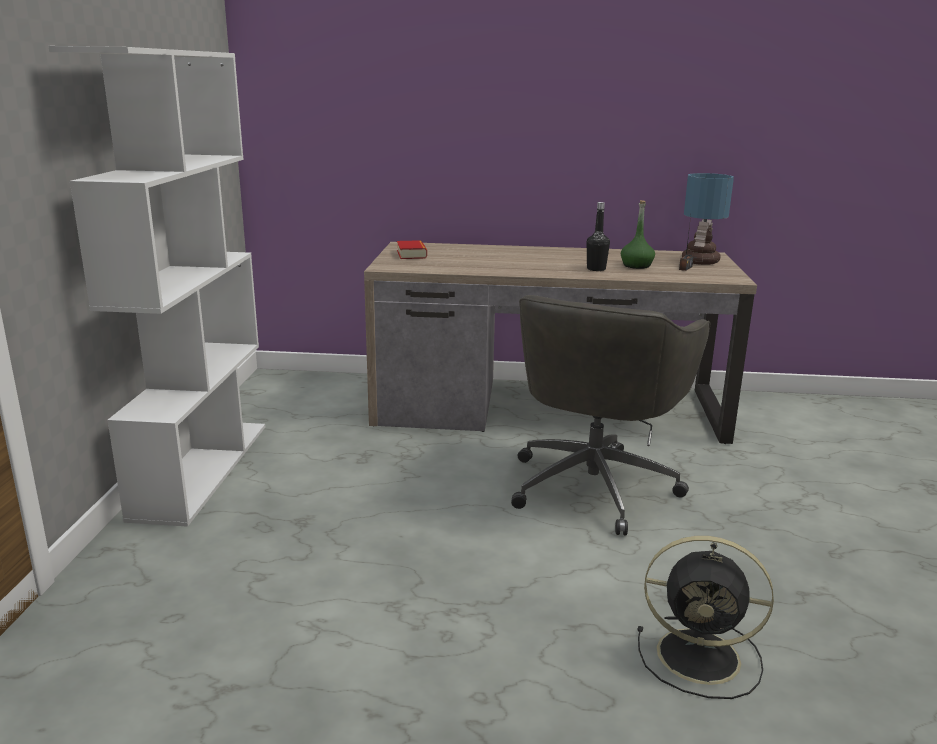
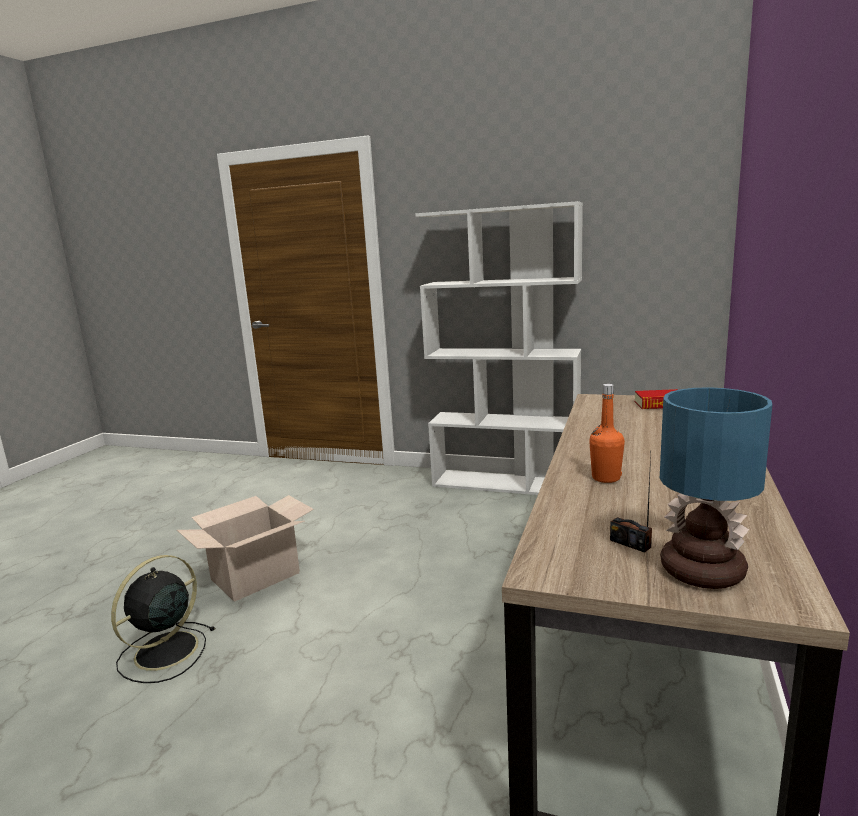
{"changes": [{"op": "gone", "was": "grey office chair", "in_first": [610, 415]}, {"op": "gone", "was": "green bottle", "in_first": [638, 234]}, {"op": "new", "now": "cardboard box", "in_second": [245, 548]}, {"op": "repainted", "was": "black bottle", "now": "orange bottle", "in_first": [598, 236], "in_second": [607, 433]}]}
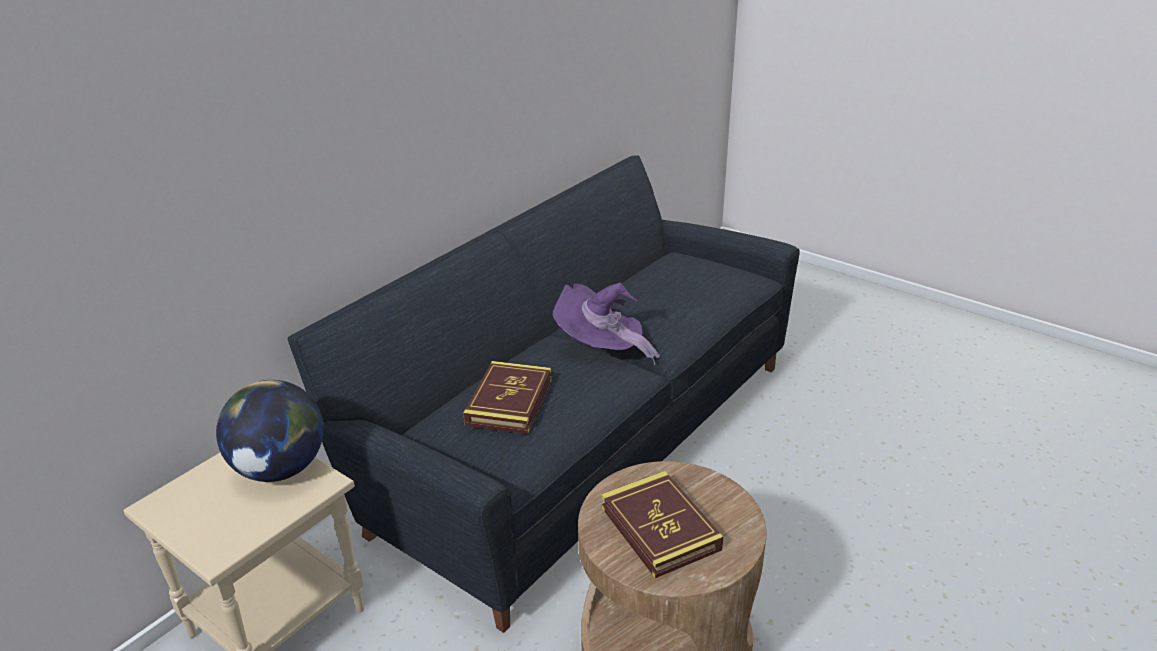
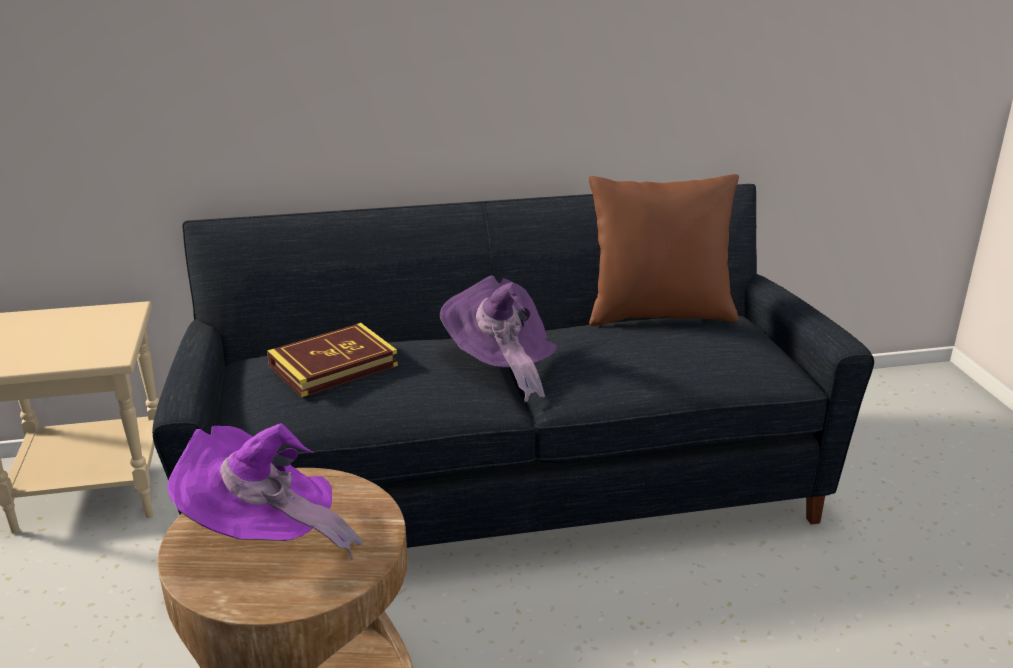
{"changes": [{"op": "gone", "was": "globe", "in_first": [270, 431]}, {"op": "new", "now": "brown pillow", "in_second": [664, 250]}, {"op": "swapped", "was": "book", "now": "purple hat", "in_first": [662, 524], "in_second": [265, 492]}]}
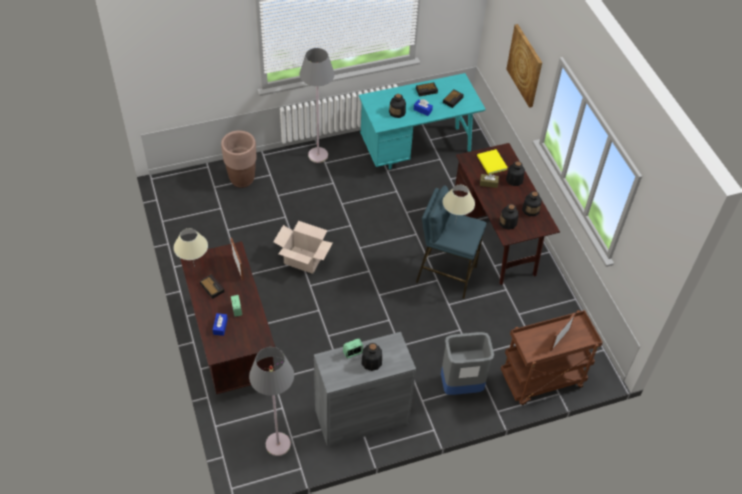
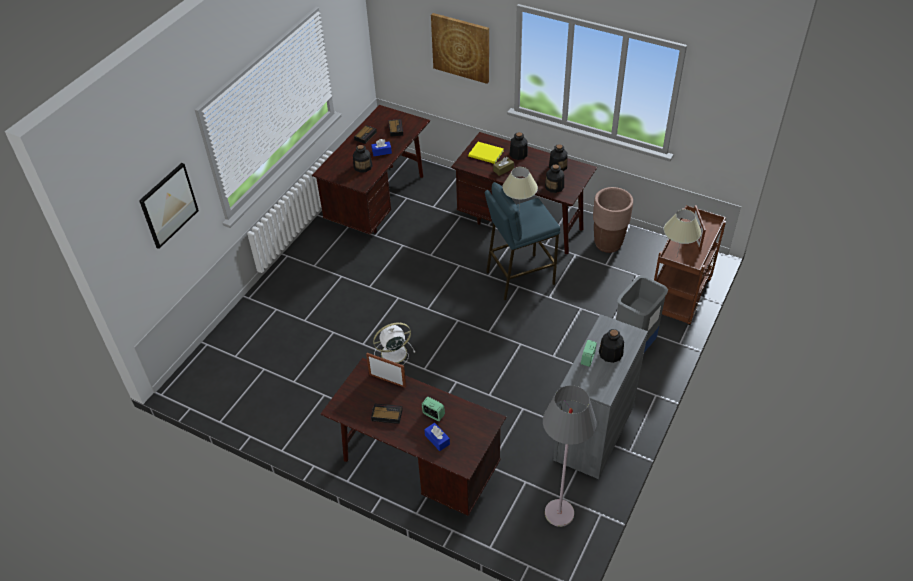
{"changes": [{"op": "gone", "was": "grey floor lamp", "in_first": [317, 105]}, {"op": "new", "now": "picture", "in_second": [169, 206]}, {"op": "shifted", "was": "beige table lamp", "in_first": [190, 248], "in_second": [682, 232]}, {"op": "shifted", "was": "brown planter", "in_first": [239, 159], "in_second": [613, 220]}, {"op": "swapped", "was": "cardboard box", "now": "white fan", "in_first": [303, 247], "in_second": [394, 344]}, {"op": "repainted", "was": "turquoise desk", "now": "brown desk", "in_first": [422, 121], "in_second": [371, 170]}]}
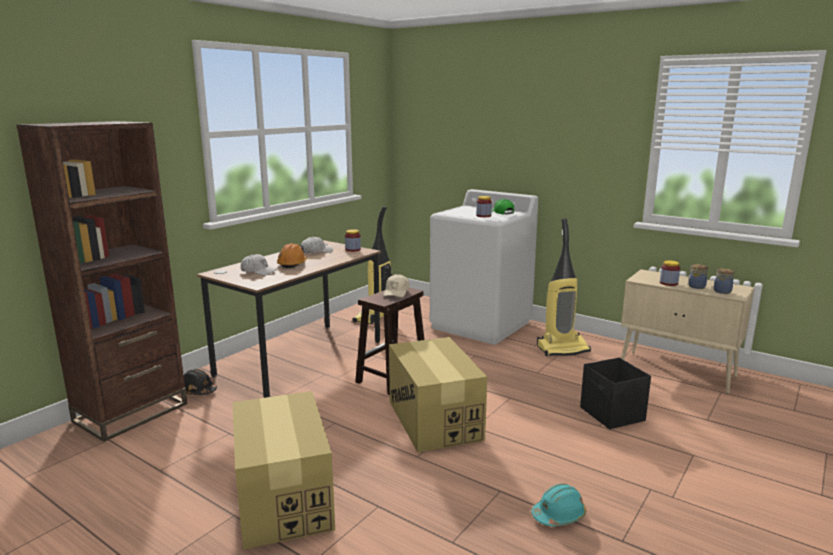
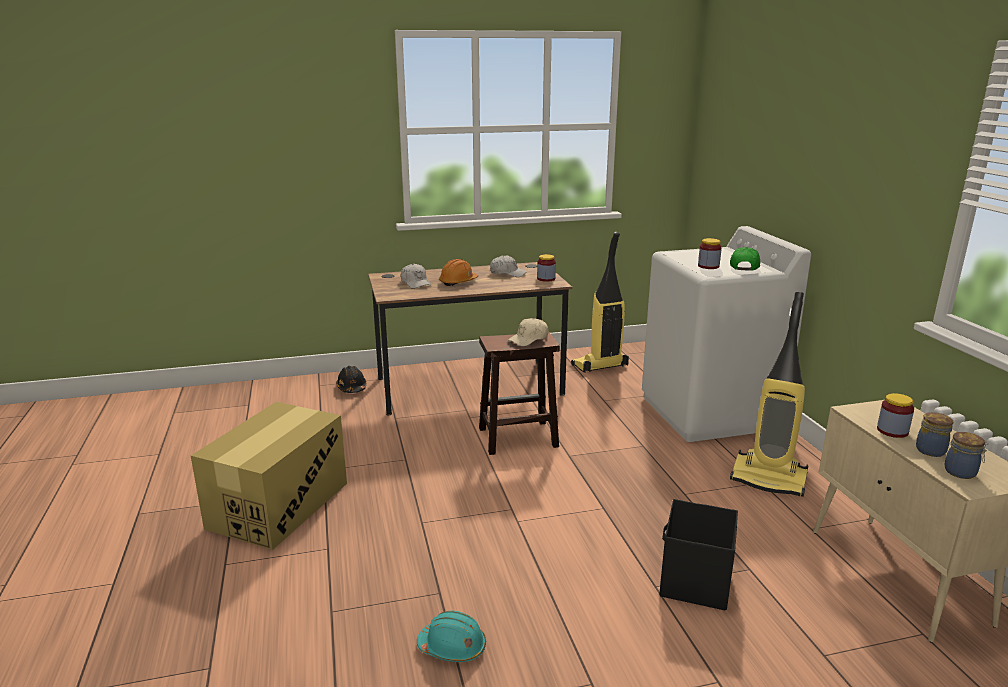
{"changes": [{"op": "gone", "was": "brown bookcase", "in_first": [101, 281]}, {"op": "gone", "was": "cardboard box", "in_first": [438, 395]}]}
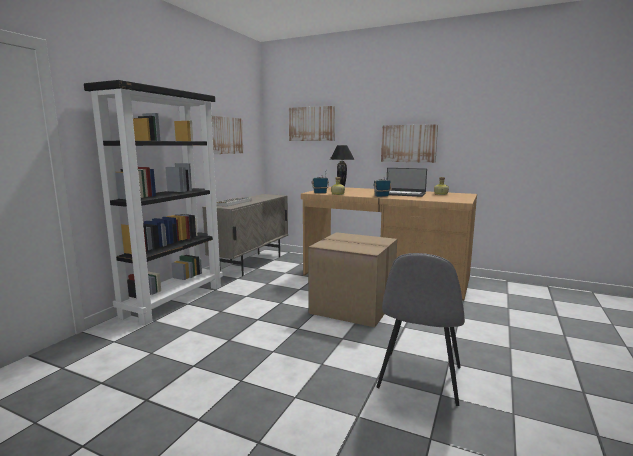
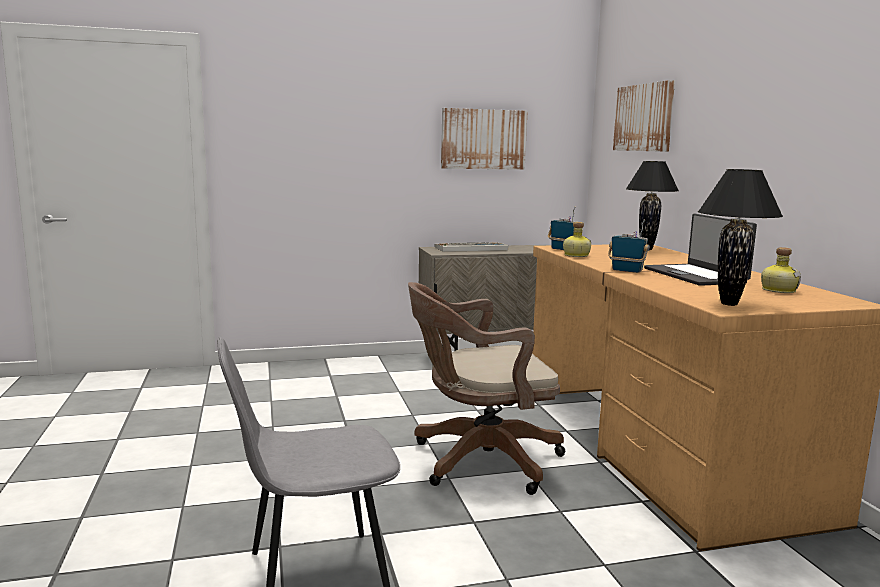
{"changes": [{"op": "gone", "was": "black bookcase", "in_first": [153, 203]}, {"op": "gone", "was": "picture", "in_first": [409, 143]}, {"op": "new", "now": "black table lamp", "in_second": [740, 237]}, {"op": "swapped", "was": "cardboard box", "now": "brown office chair", "in_first": [352, 279], "in_second": [486, 388]}]}
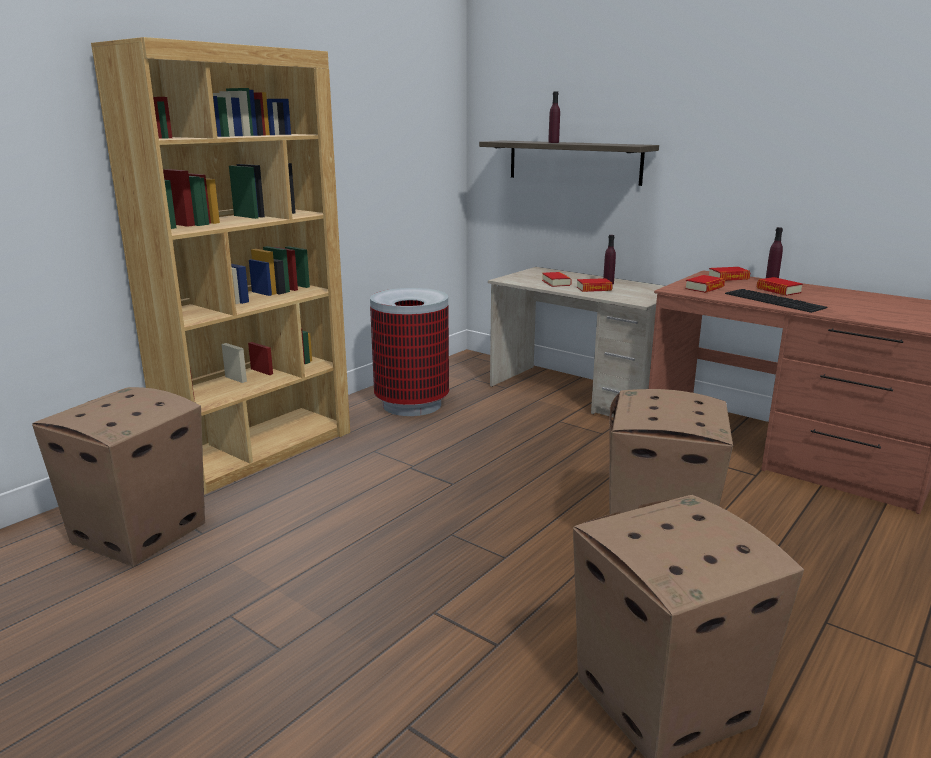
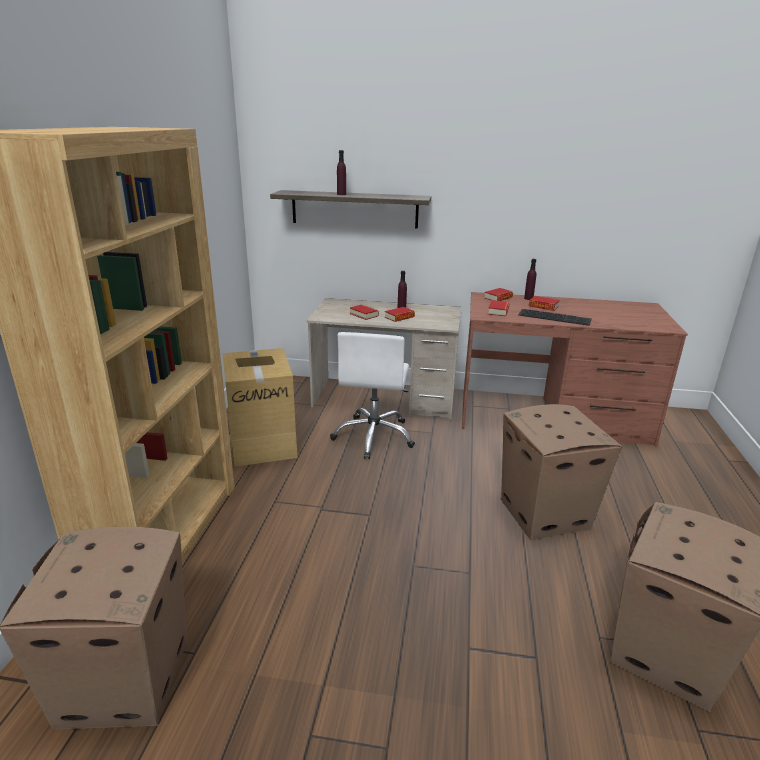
{"changes": [{"op": "new", "now": "white office chair", "in_second": [372, 395]}, {"op": "swapped", "was": "trash can", "now": "cardboard box", "in_first": [409, 352], "in_second": [261, 407]}]}
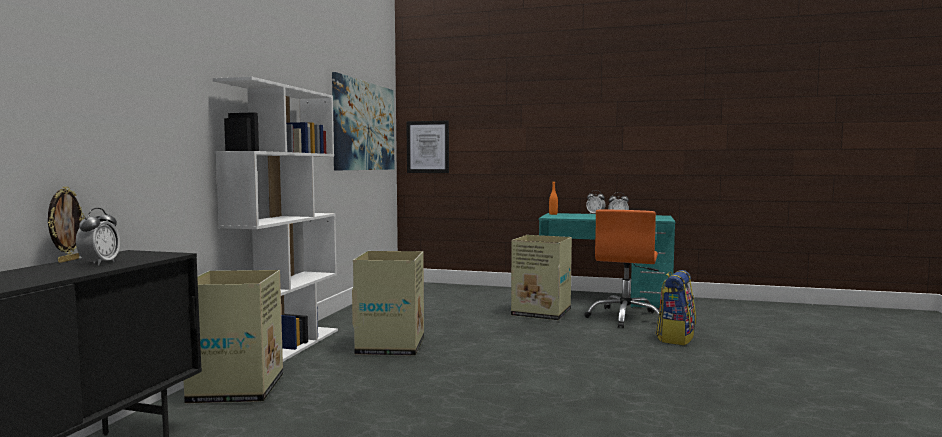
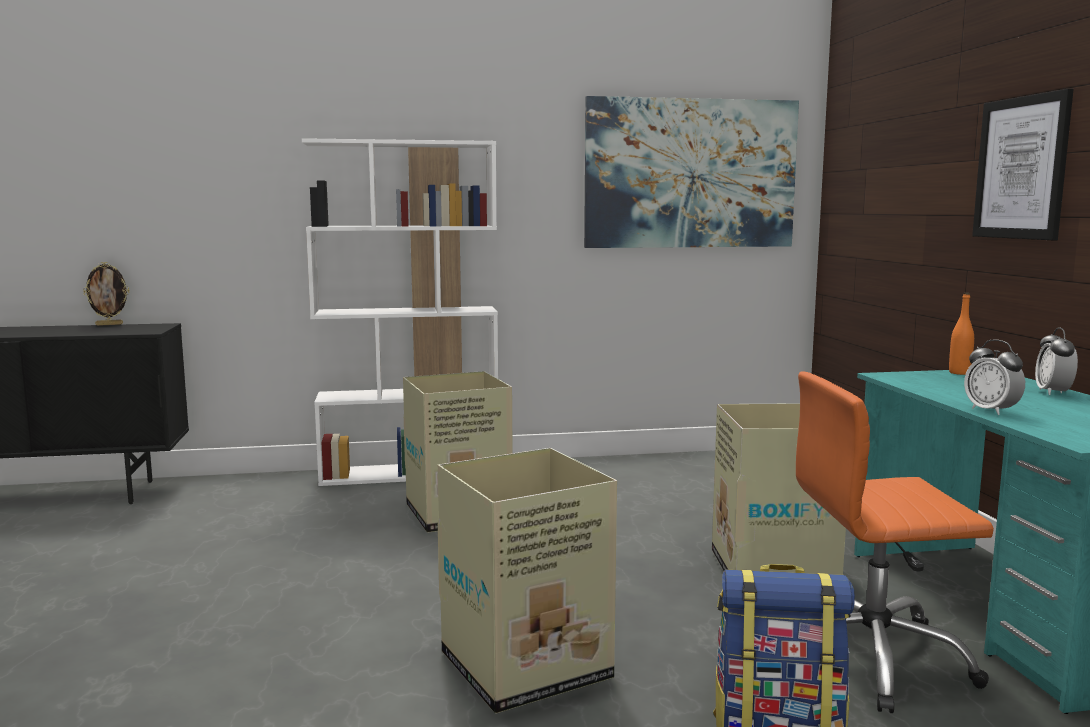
{"changes": [{"op": "gone", "was": "alarm clock", "in_first": [98, 237]}, {"op": "shifted", "was": "cardboard box", "in_first": [233, 337], "in_second": [527, 581]}, {"op": "shifted", "was": "picture", "in_first": [427, 147], "in_second": [1022, 164]}]}
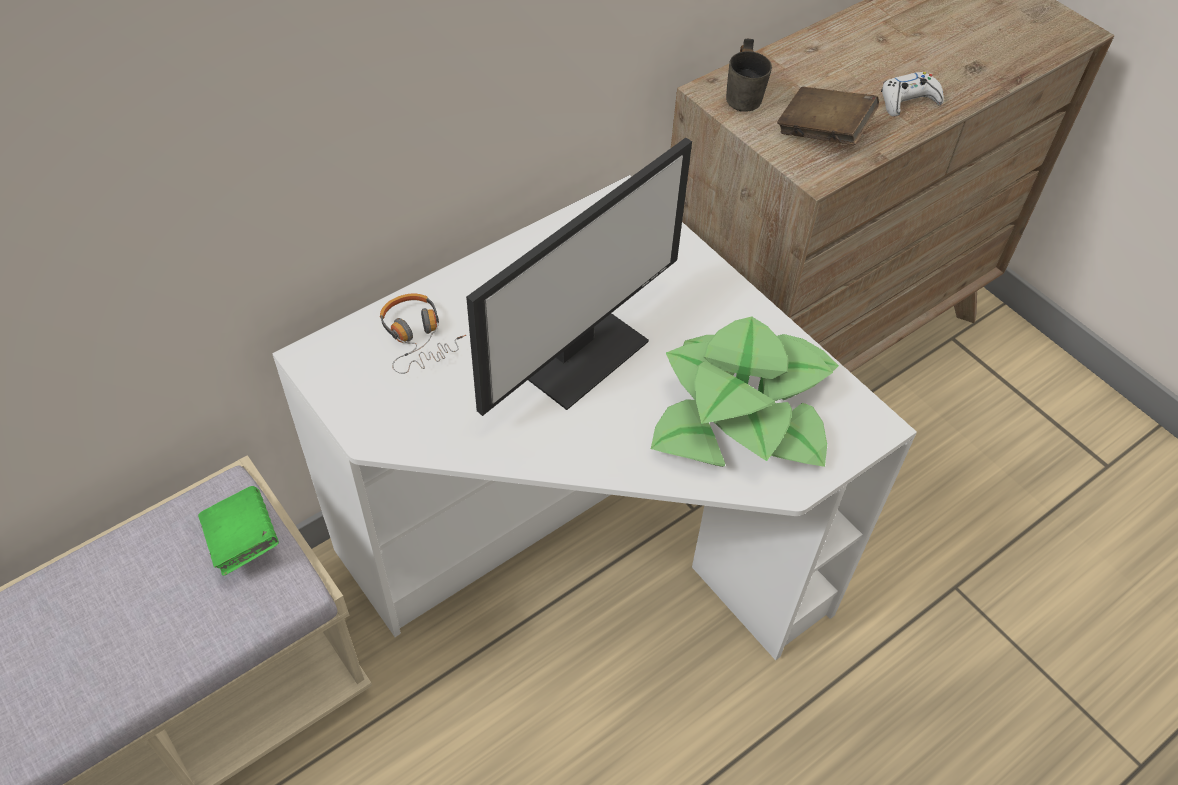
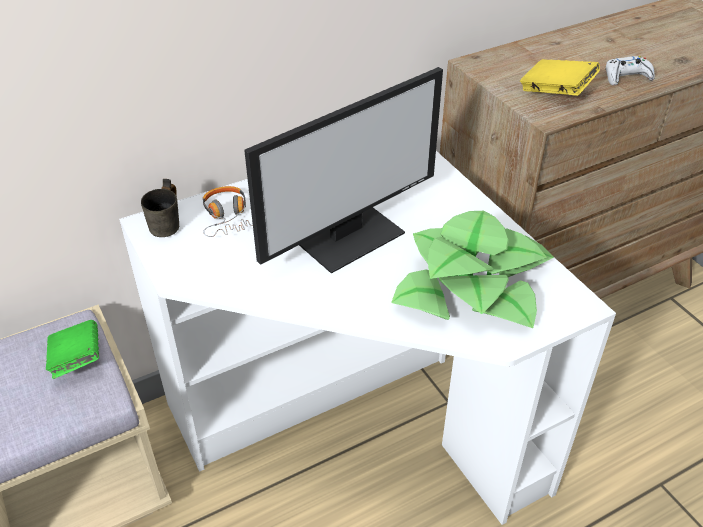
{"changes": [{"op": "shifted", "was": "grey mug", "in_first": [749, 75], "in_second": [160, 208]}, {"op": "repainted", "was": "brown book", "now": "yellow book", "in_first": [828, 116], "in_second": [560, 77]}]}
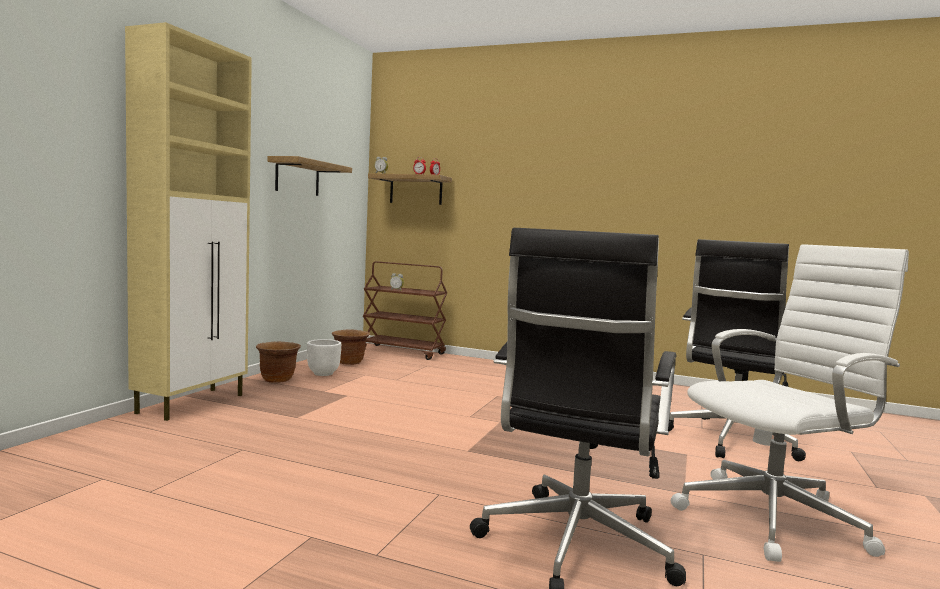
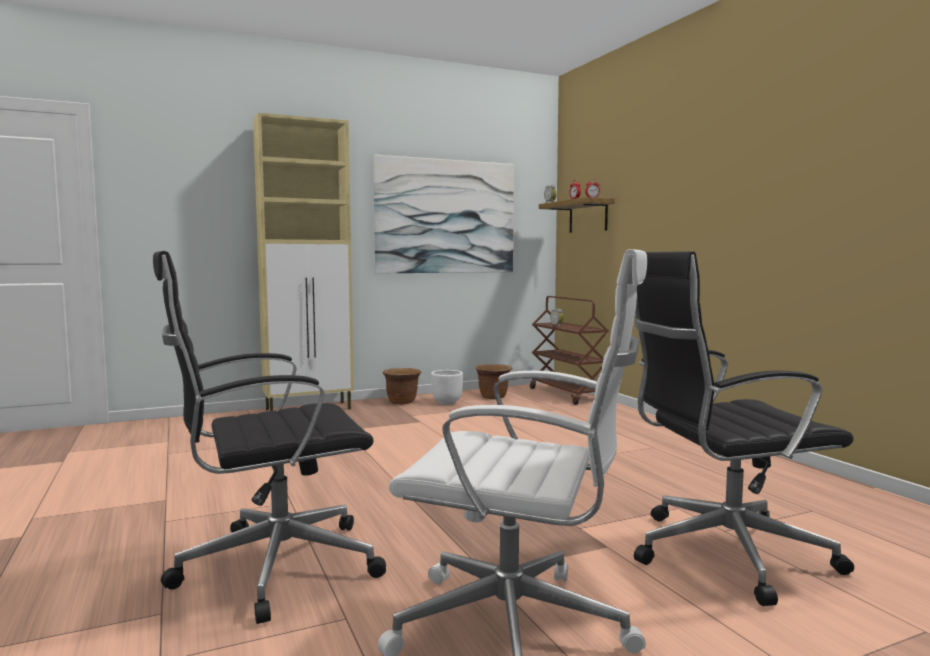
{"changes": [{"op": "swapped", "was": "shelf", "now": "picture", "in_first": [310, 176], "in_second": [443, 214]}]}
